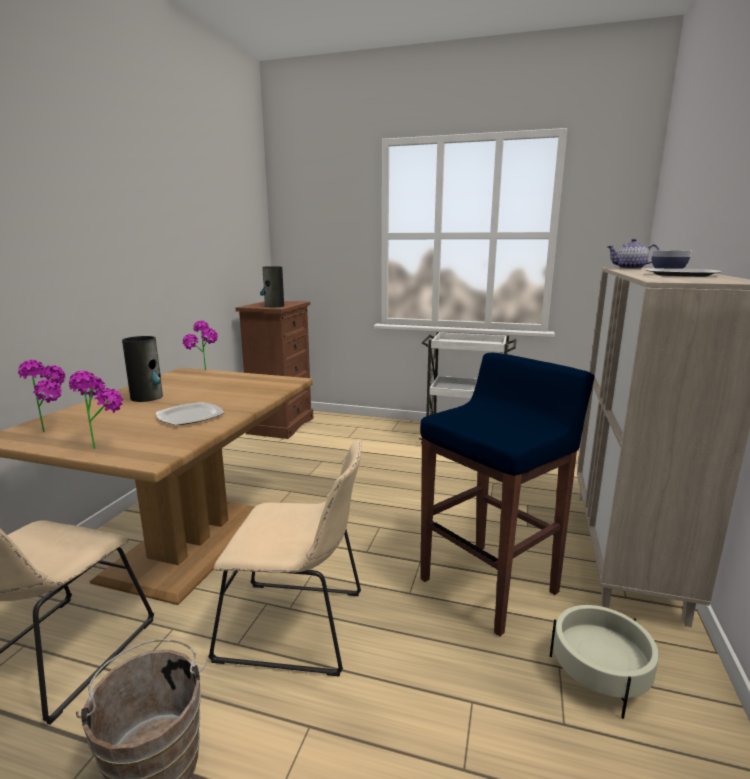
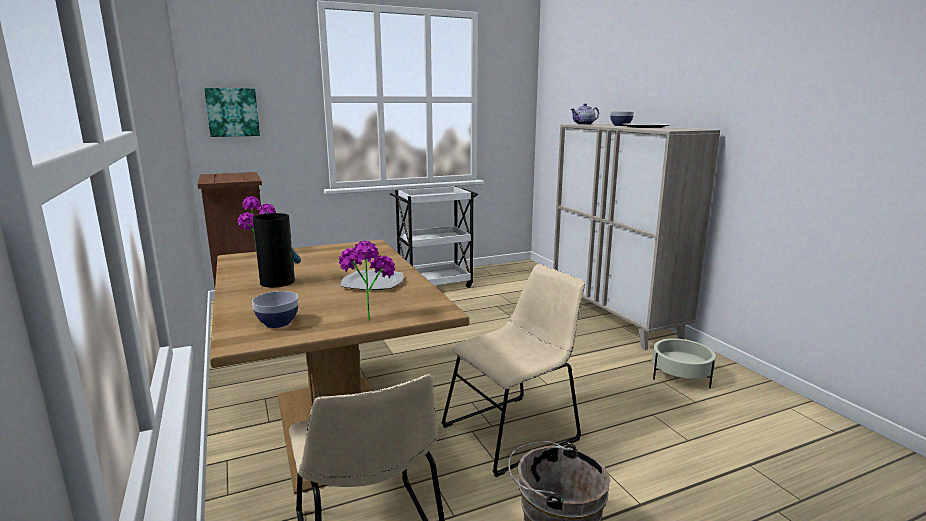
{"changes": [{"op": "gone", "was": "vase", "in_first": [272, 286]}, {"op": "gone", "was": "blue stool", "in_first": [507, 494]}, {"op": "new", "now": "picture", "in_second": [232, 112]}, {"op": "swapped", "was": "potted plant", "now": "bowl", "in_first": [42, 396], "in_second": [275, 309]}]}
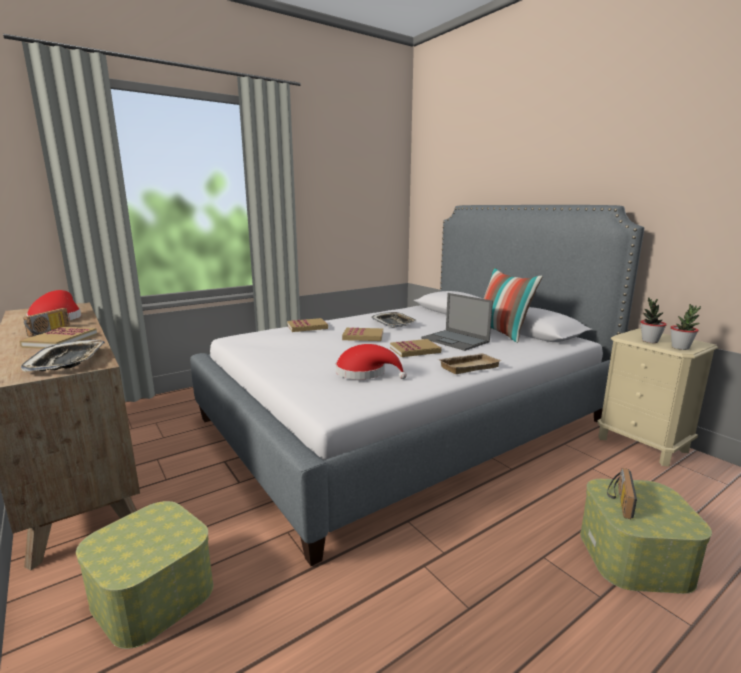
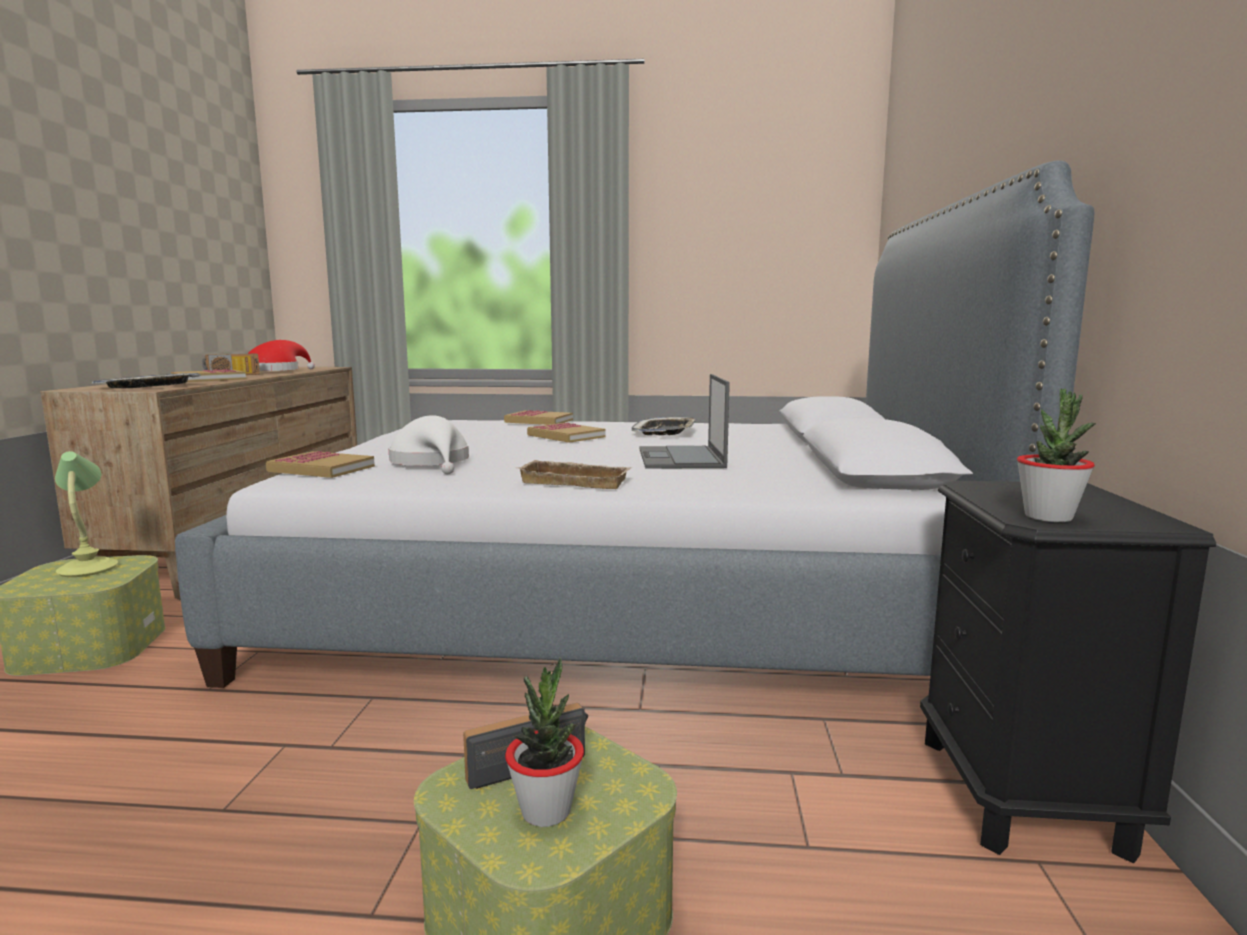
{"changes": [{"op": "gone", "was": "pillow", "in_first": [513, 305]}, {"op": "new", "now": "table lamp", "in_second": [86, 514]}, {"op": "shifted", "was": "book", "in_first": [415, 348], "in_second": [320, 464]}, {"op": "shifted", "was": "potted plant", "in_first": [654, 320], "in_second": [544, 742]}, {"op": "repainted", "was": "red hat", "now": "white hat", "in_first": [371, 361], "in_second": [428, 444]}, {"op": "repainted", "was": "beige nightstand", "now": "black nightstand", "in_first": [657, 397], "in_second": [1068, 672]}]}
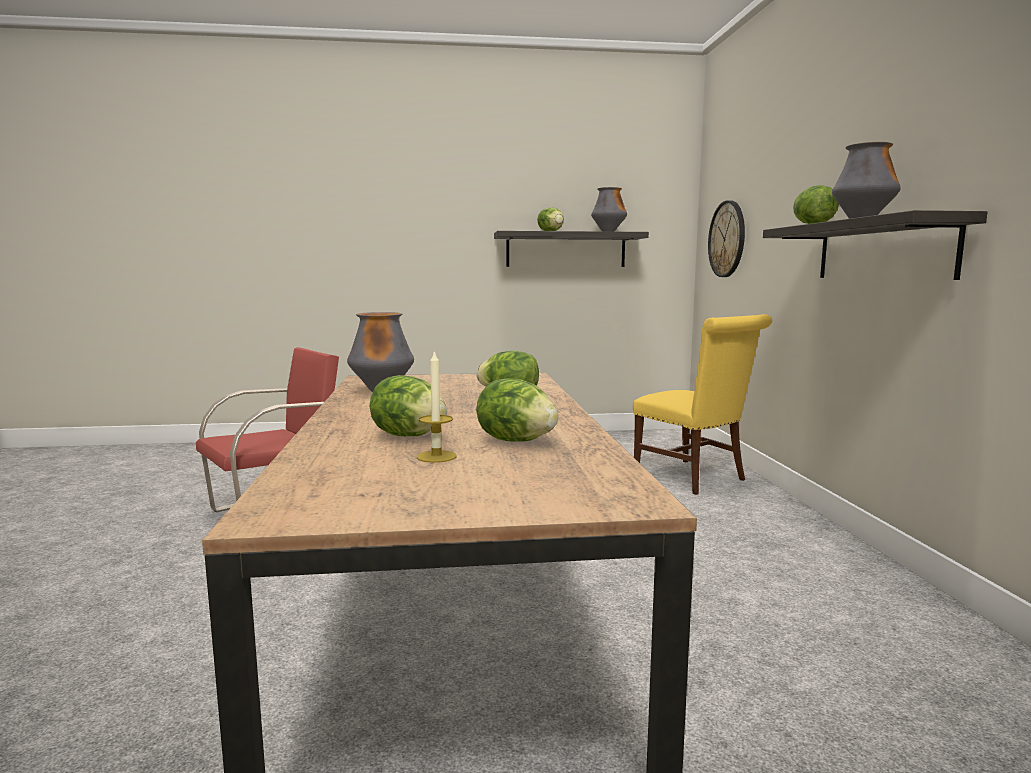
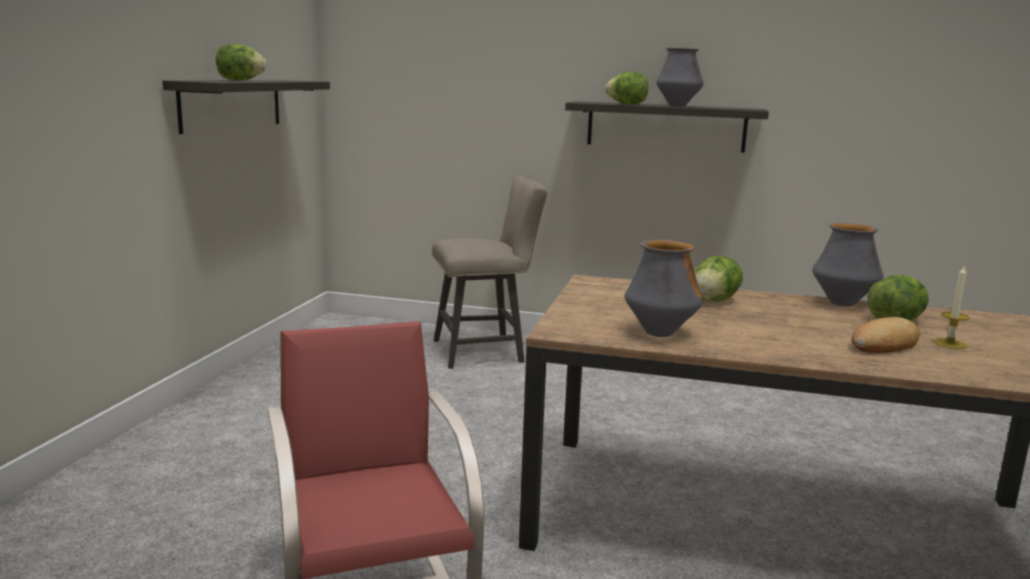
{"changes": [{"op": "gone", "was": "wall clock", "in_first": [726, 238]}, {"op": "shifted", "was": "vase", "in_first": [609, 209], "in_second": [848, 265]}, {"op": "swapped", "was": "lettuce", "now": "bread", "in_first": [408, 405], "in_second": [885, 335]}, {"op": "swapped", "was": "yellow chair", "now": "beige stool", "in_first": [702, 404], "in_second": [489, 272]}]}
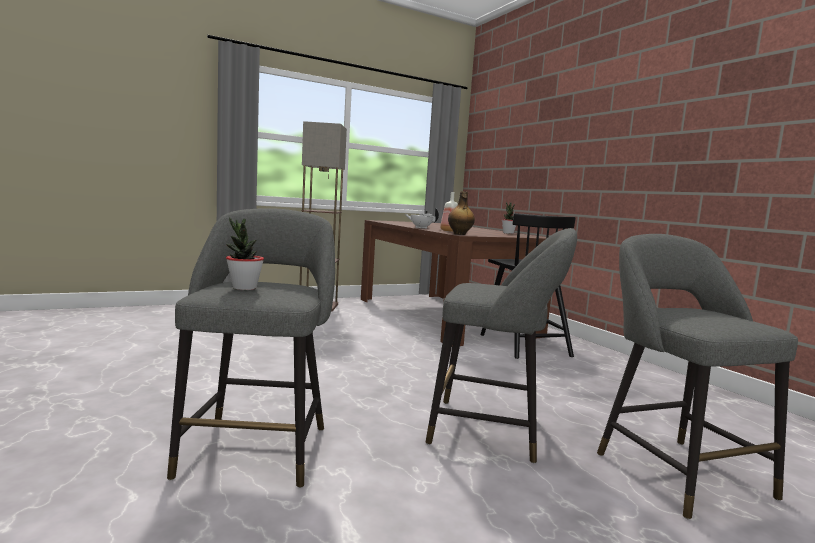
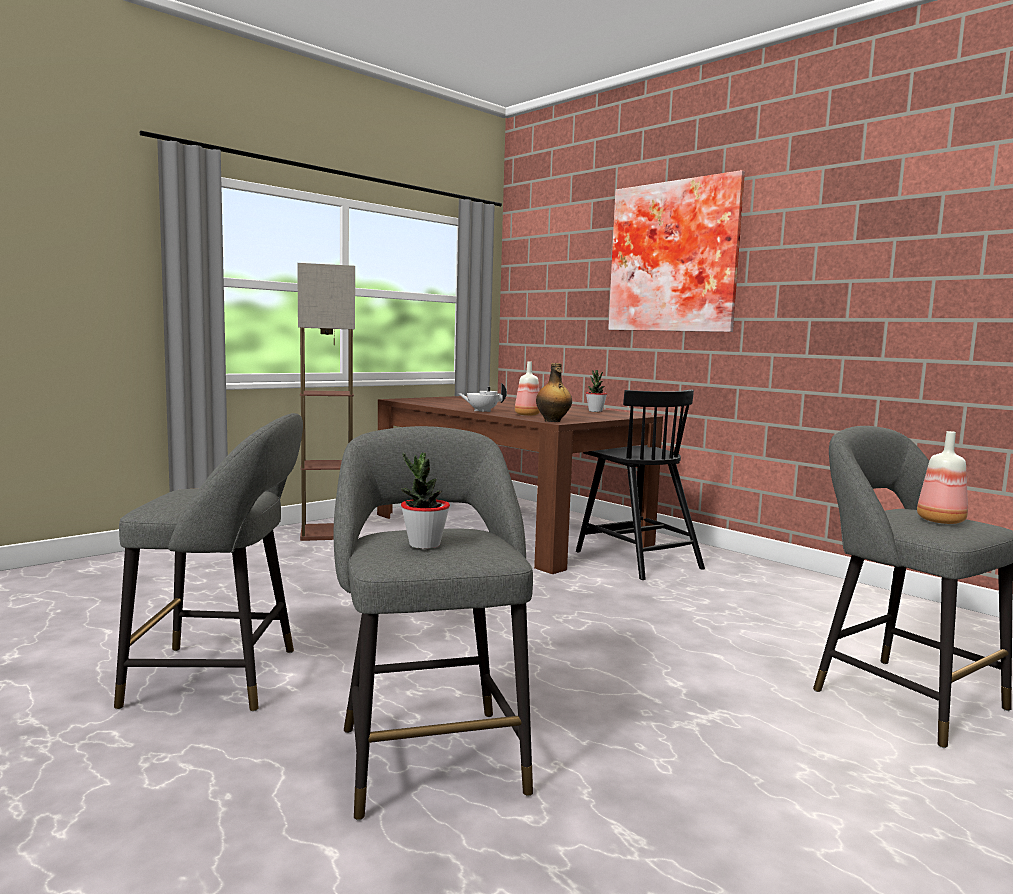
{"changes": [{"op": "new", "now": "picture", "in_second": [676, 251]}, {"op": "new", "now": "bottle", "in_second": [942, 477]}, {"op": "shifted", "was": "grey stool", "in_first": [501, 345], "in_second": [208, 562]}]}
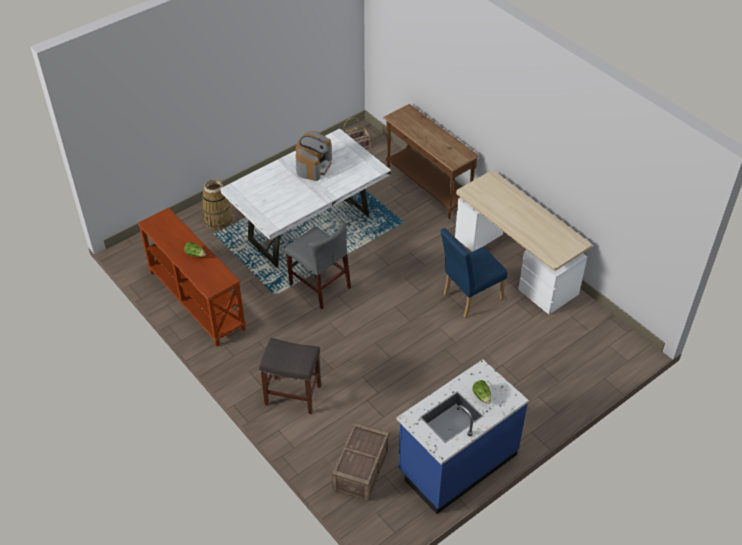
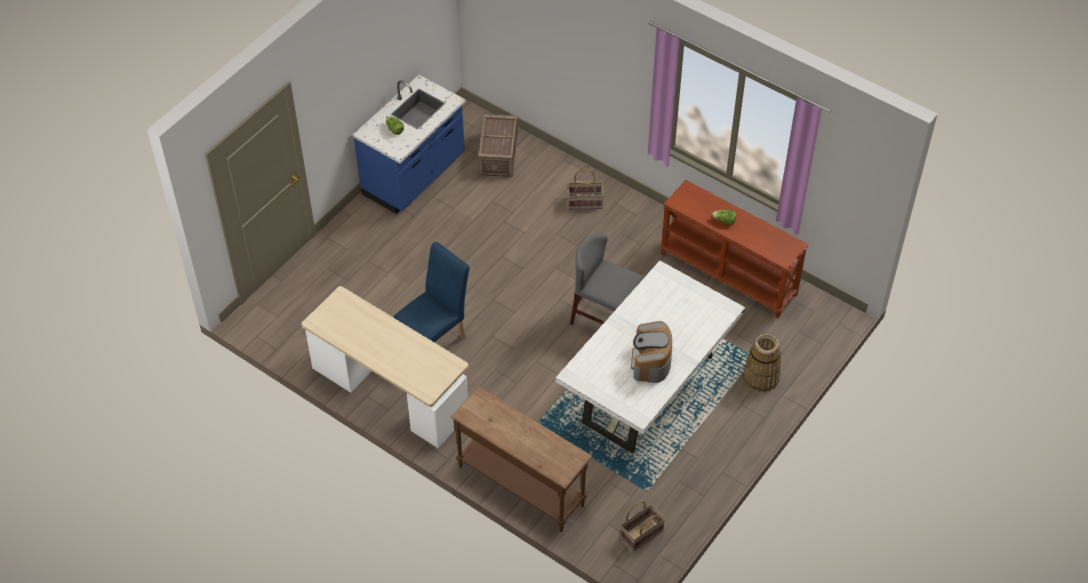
{"changes": [{"op": "swapped", "was": "grey stool", "now": "basket", "in_first": [290, 376], "in_second": [585, 189]}]}
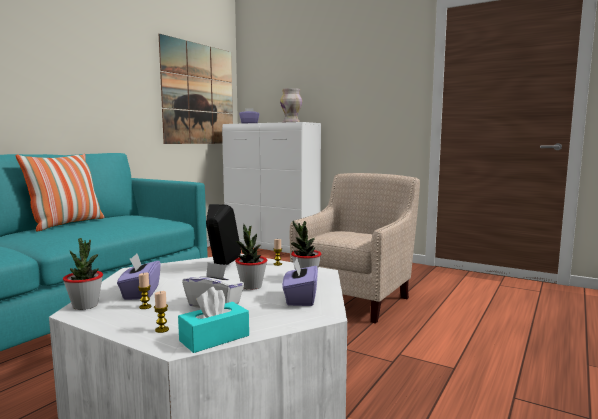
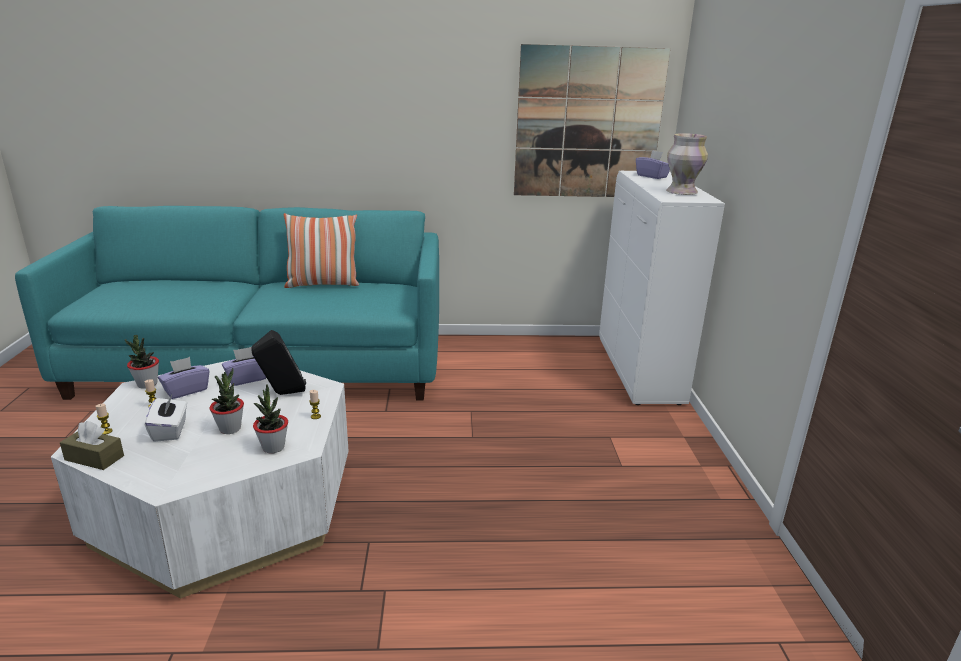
{"changes": [{"op": "gone", "was": "beige armchair", "in_first": [355, 248]}, {"op": "shifted", "was": "purple tissue box", "in_first": [300, 282], "in_second": [244, 366]}, {"op": "repainted", "was": "turquoise tissue box", "now": "brown tissue box", "in_first": [213, 320], "in_second": [92, 445]}]}
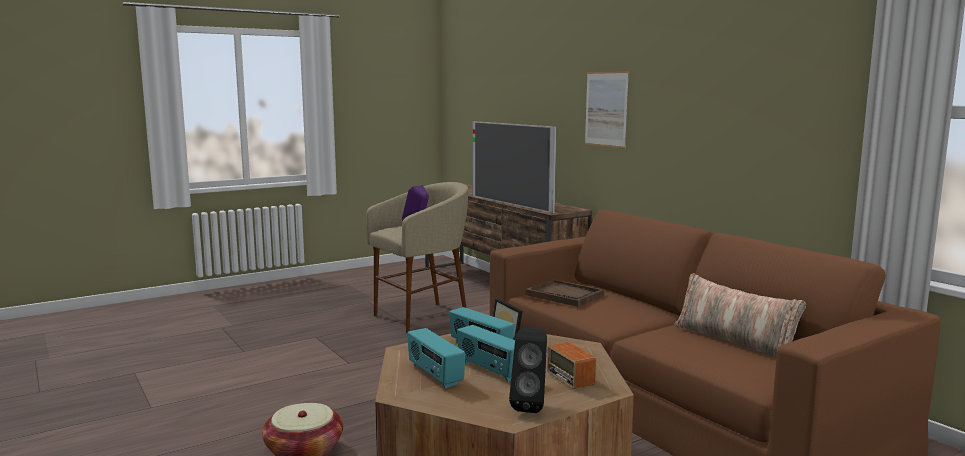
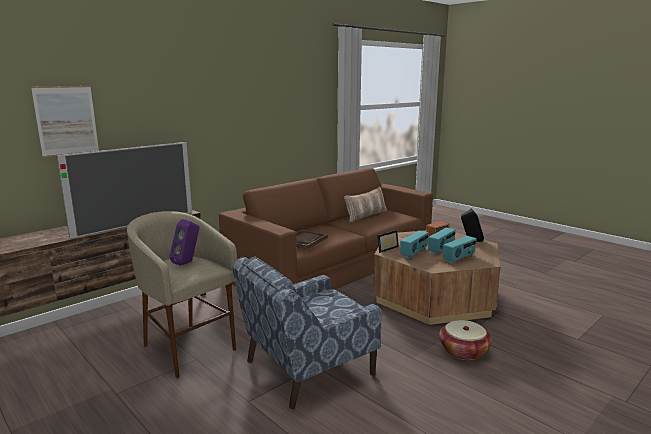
{"changes": [{"op": "new", "now": "blue armchair", "in_second": [307, 332]}, {"op": "shifted", "was": "picture", "in_first": [607, 109], "in_second": [65, 121]}]}
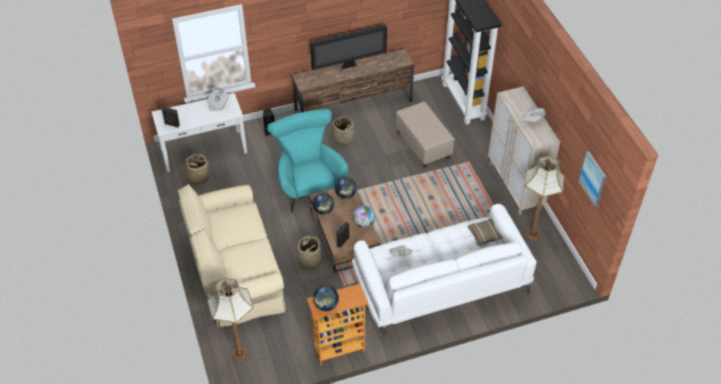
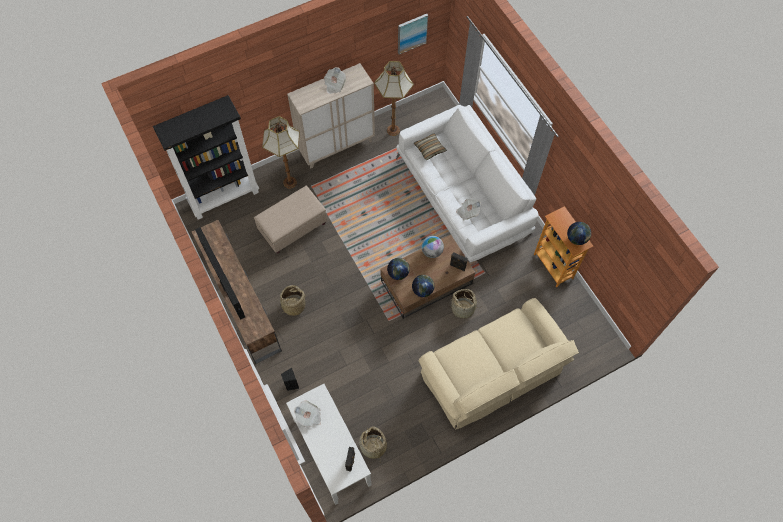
{"changes": [{"op": "gone", "was": "turquoise armchair", "in_first": [307, 161]}, {"op": "shifted", "was": "floor lamp", "in_first": [230, 319], "in_second": [281, 152]}]}
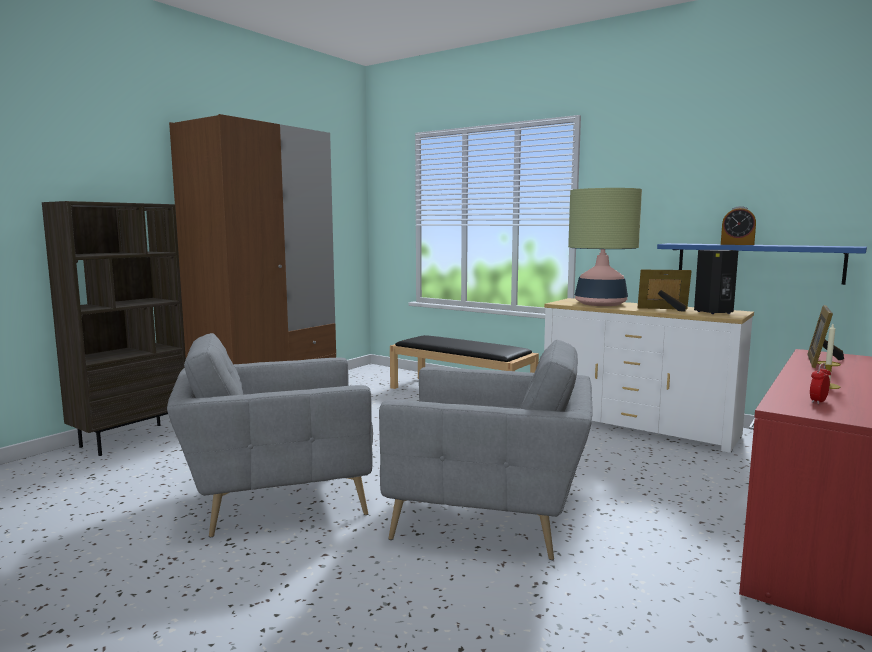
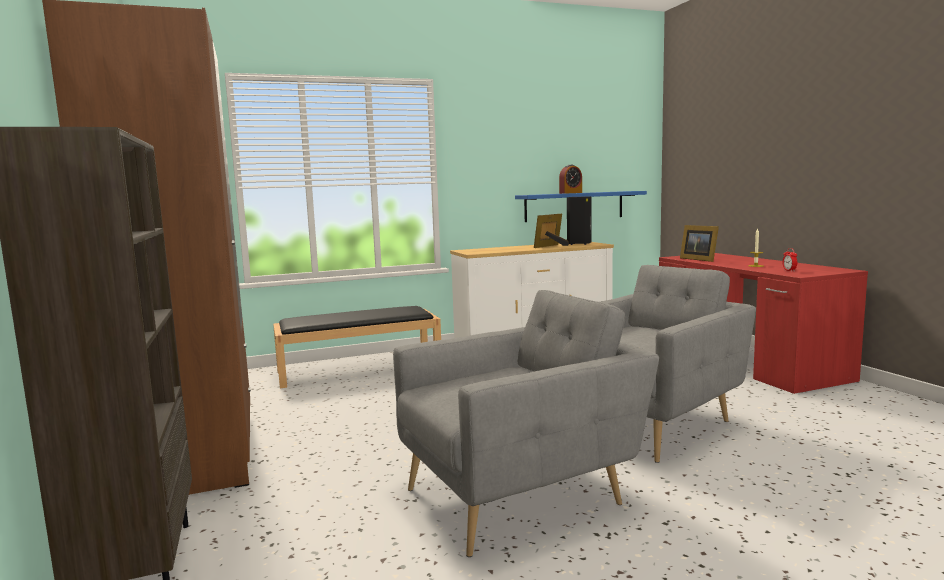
{"changes": [{"op": "gone", "was": "table lamp", "in_first": [605, 247]}, {"op": "rotated", "was": "grey armchair", "in_first": [270, 435], "in_second": [526, 423], "clockwise": -135}]}
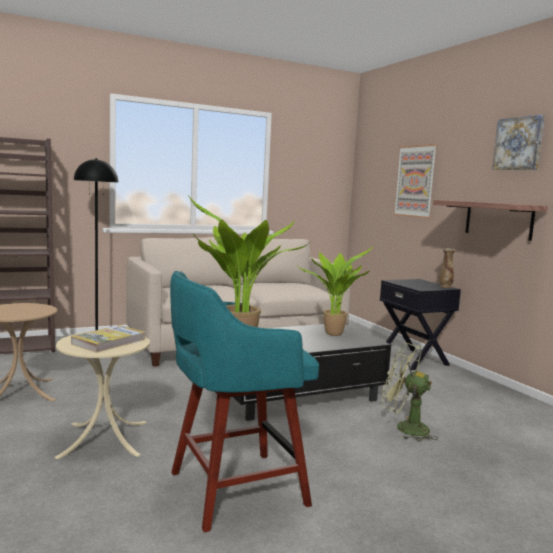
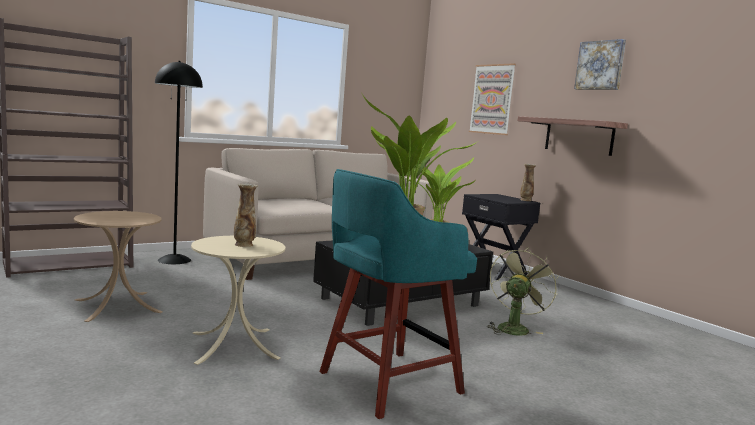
{"changes": [{"op": "swapped", "was": "book", "now": "vase", "in_first": [108, 339], "in_second": [246, 215]}, {"op": "rotated", "was": "green fan", "in_first": [409, 392], "in_second": [523, 291], "clockwise": 105}]}
